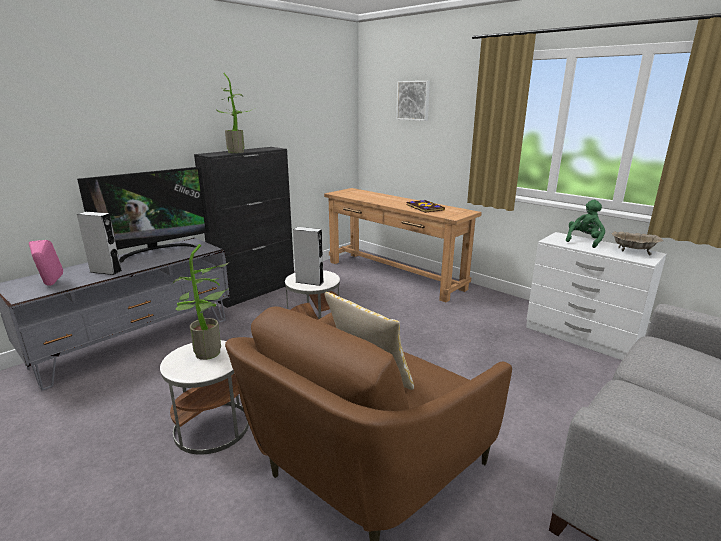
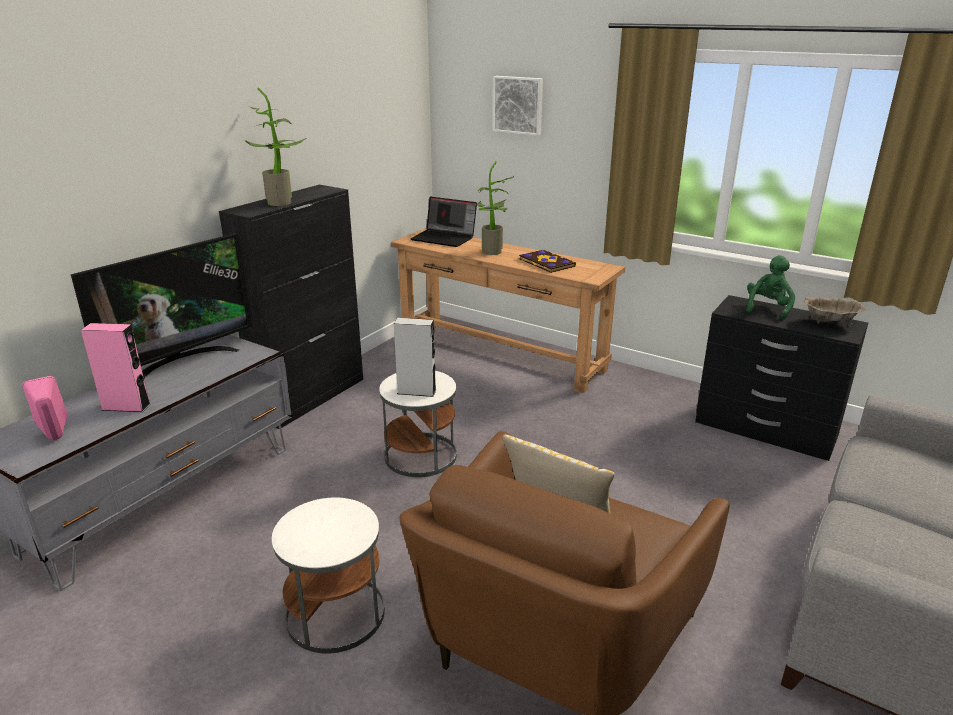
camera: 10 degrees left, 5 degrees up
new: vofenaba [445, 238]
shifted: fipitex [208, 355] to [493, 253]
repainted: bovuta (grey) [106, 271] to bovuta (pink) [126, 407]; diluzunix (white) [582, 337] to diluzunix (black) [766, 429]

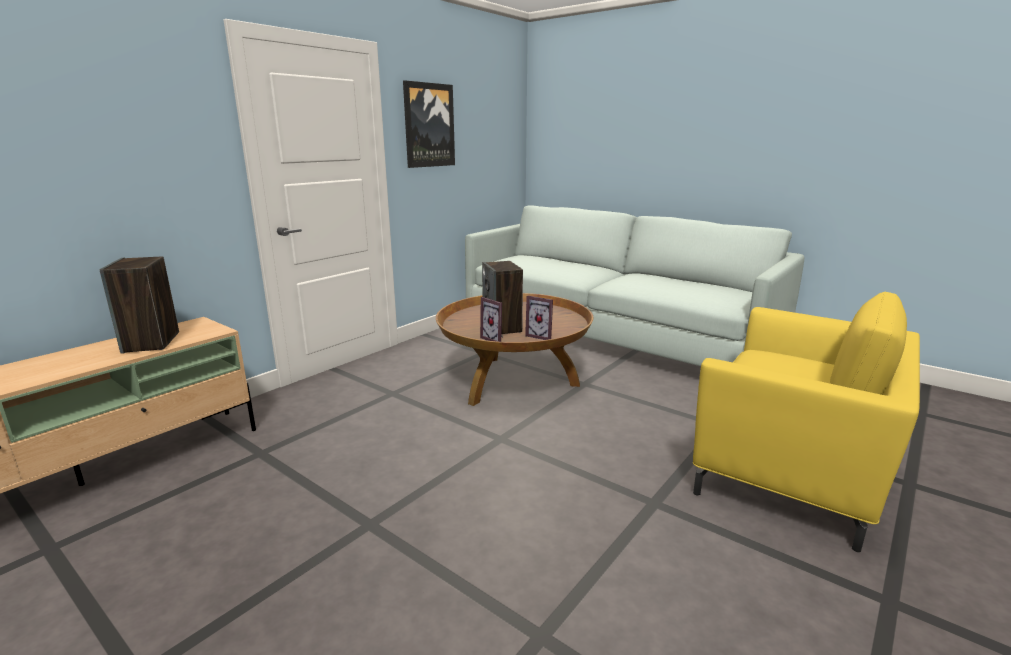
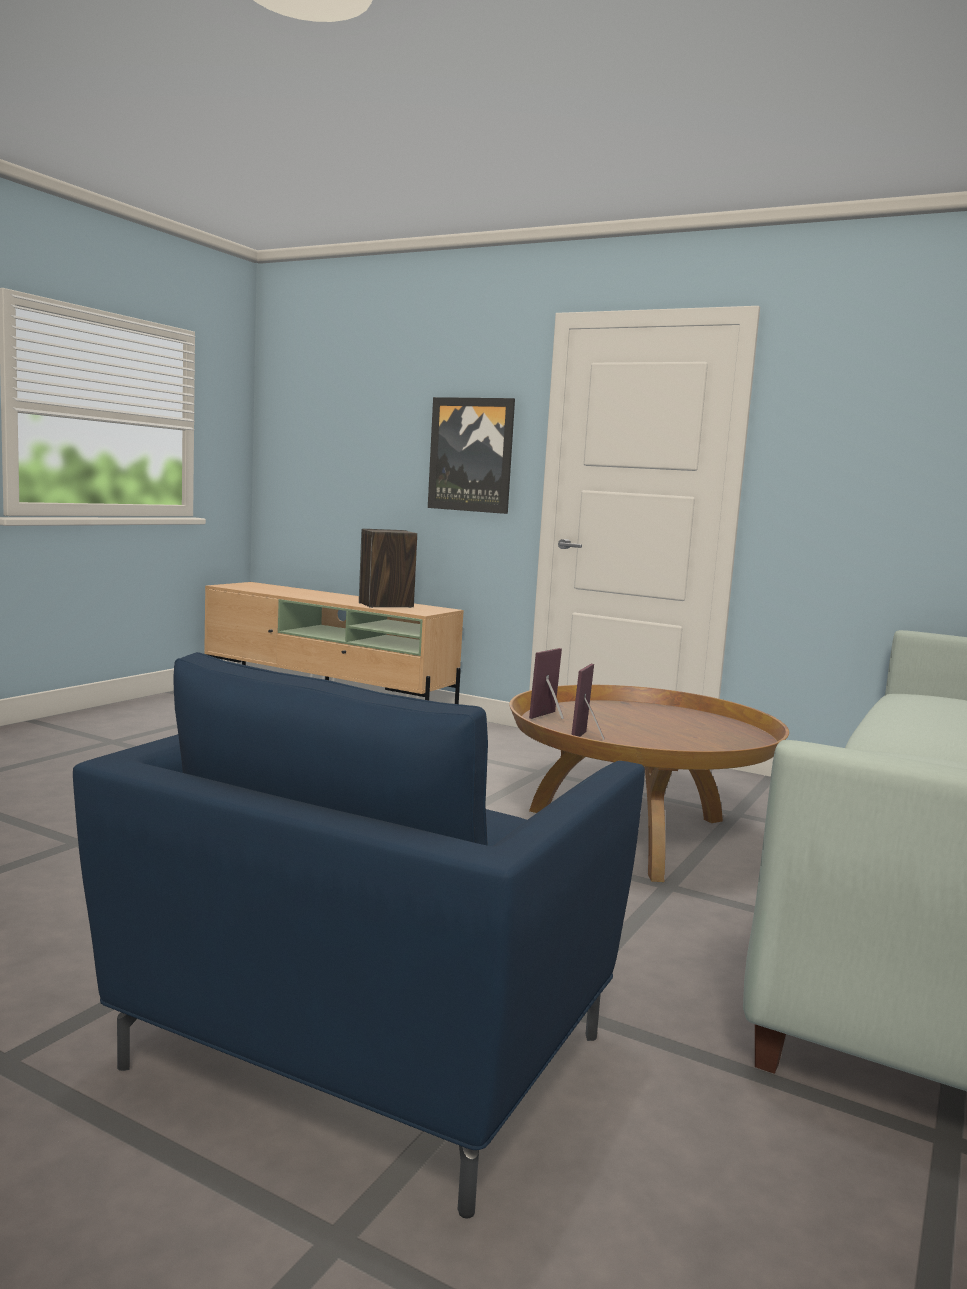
camera: 80 degrees right, 10 degrees down
gone: bovuta [502, 327]
shifted: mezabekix [429, 125] to [471, 455]
repainted: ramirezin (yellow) [793, 476] to ramirezin (blue) [360, 1054]

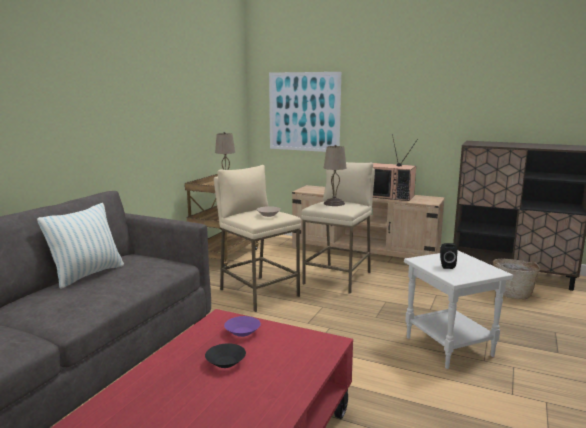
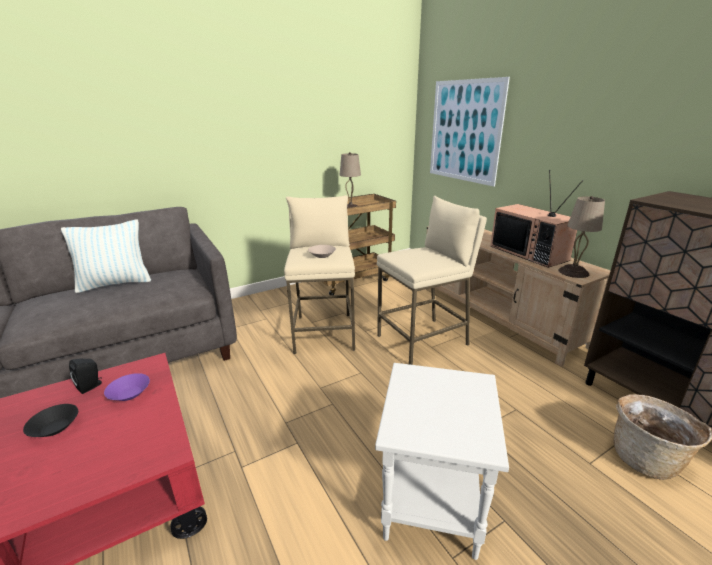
camera: 35 degrees right, 10 degrees up
shifted: bovuta (black) [446, 266] to [91, 386]; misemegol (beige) [334, 203] to [573, 272]

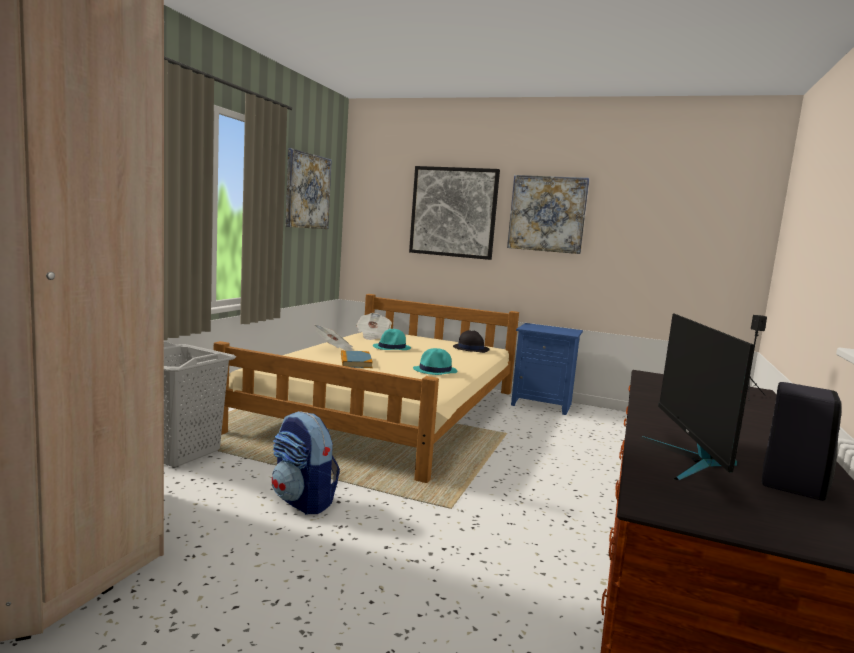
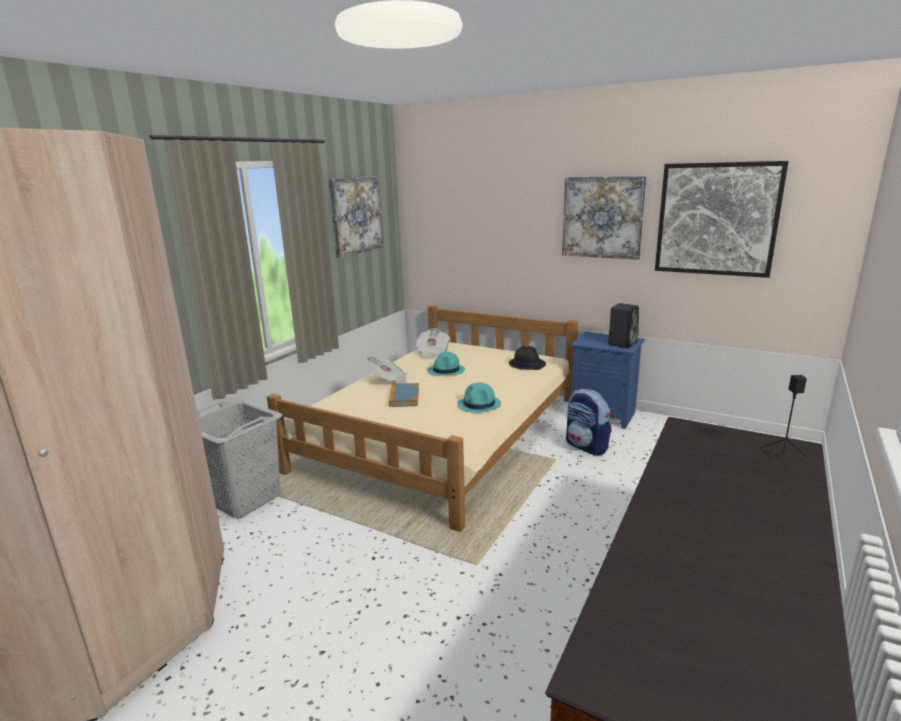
camera: 10 degrees right, 10 degrees up
gone: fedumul [690, 460]
shifted: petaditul [303, 501] to [587, 446]; bovuta (black) [791, 483] to [622, 343]; mezabekix [453, 212] to [716, 219]

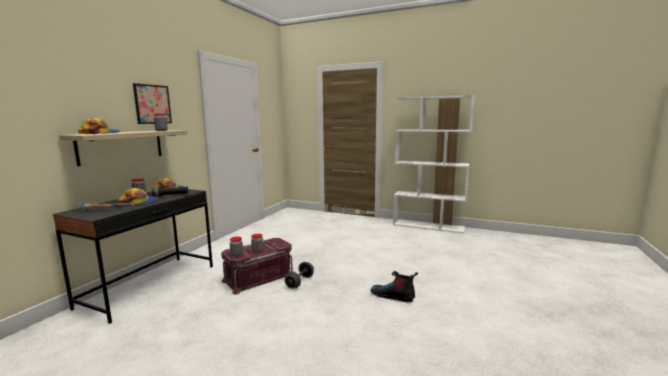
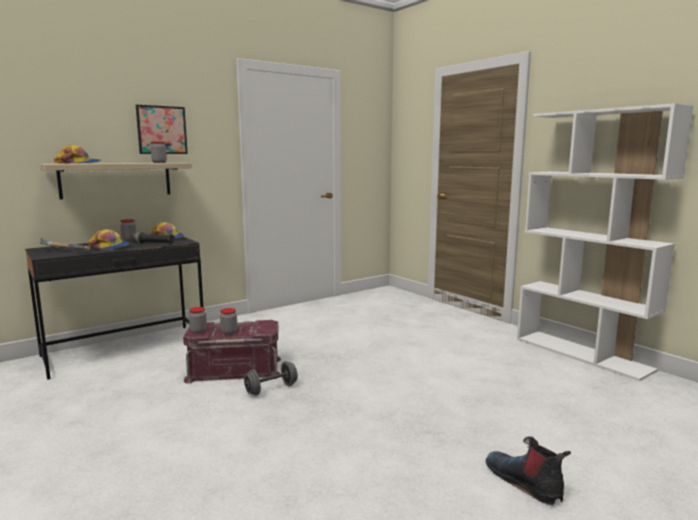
camera: 30 degrees right, 0 degrees up
shifted: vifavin [393, 296] to [524, 482]

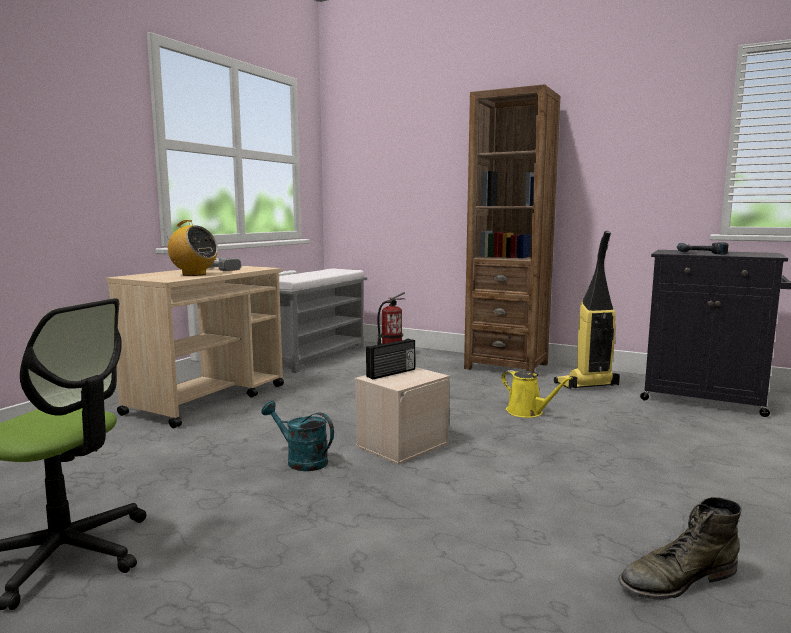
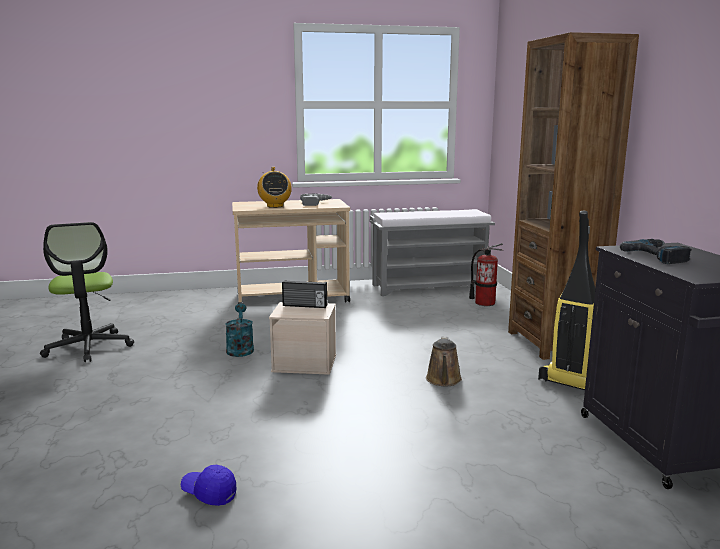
camera: 50 degrees right, 5 degrees up
swapped: vifavin (green) [676, 579] to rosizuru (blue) [209, 493]
repainted: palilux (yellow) [527, 412] to palilux (brown) [443, 380]

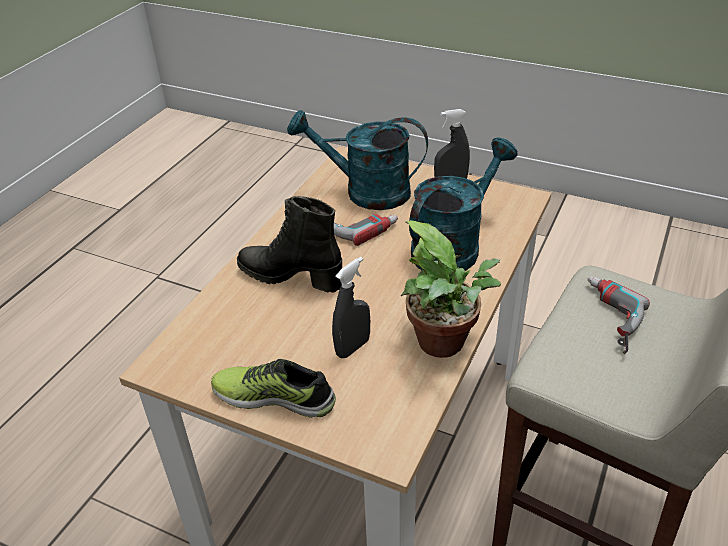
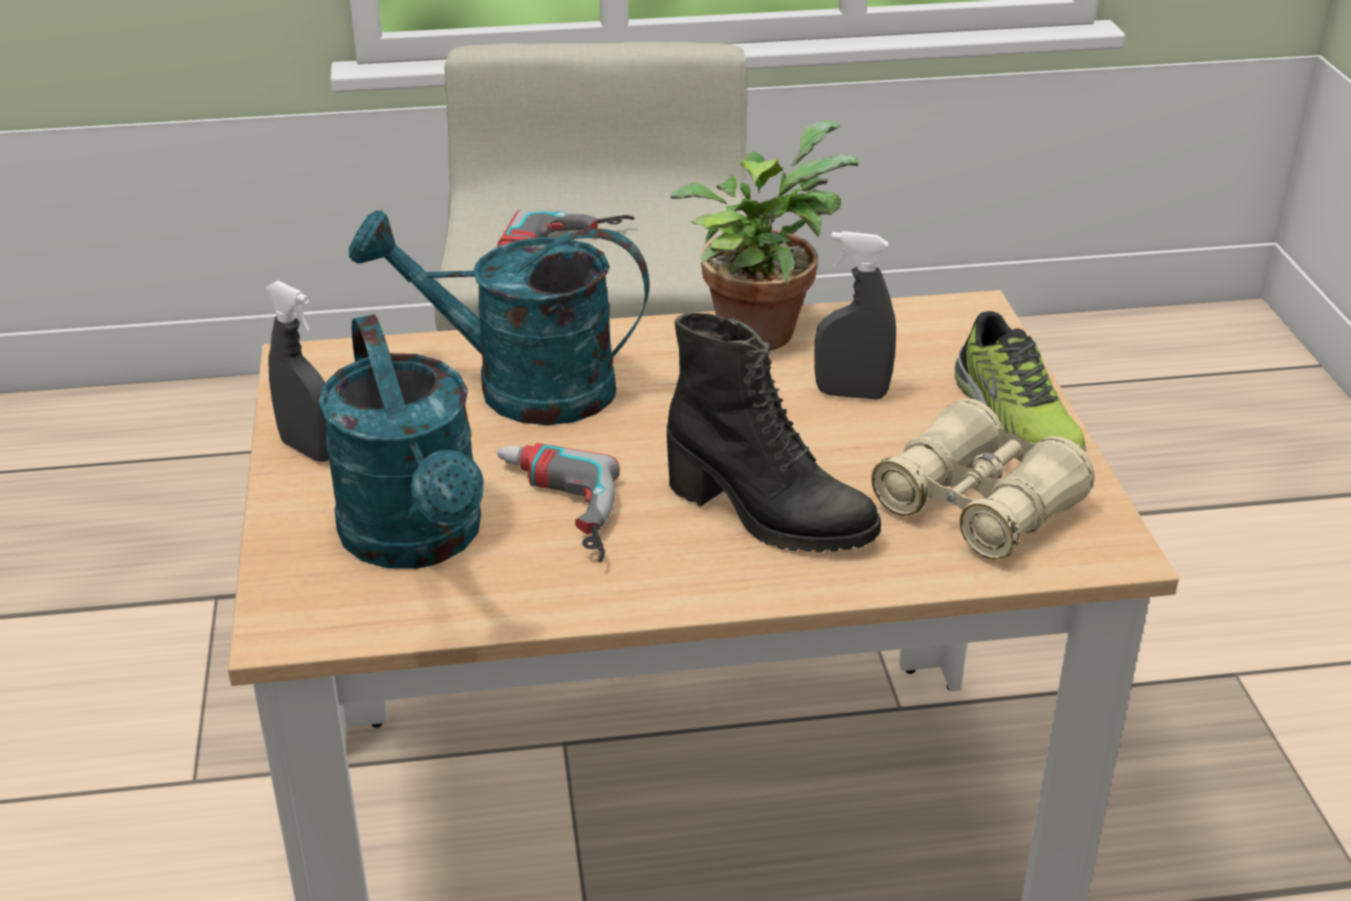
camera: 125 degrees left, 5 degrees down
new: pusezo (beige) [977, 506]
rotated: vifavin (black) [291, 276] = [768, 516] 45 degrees counterclockwise

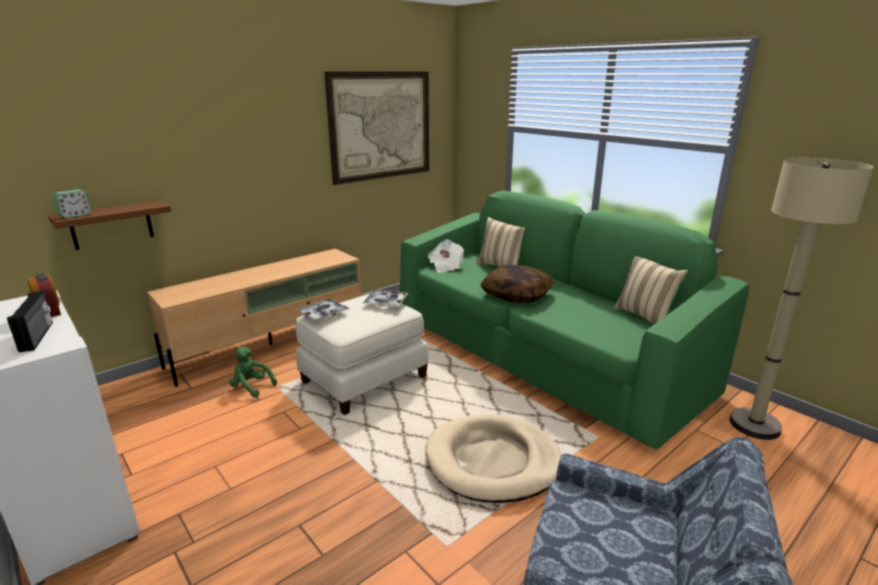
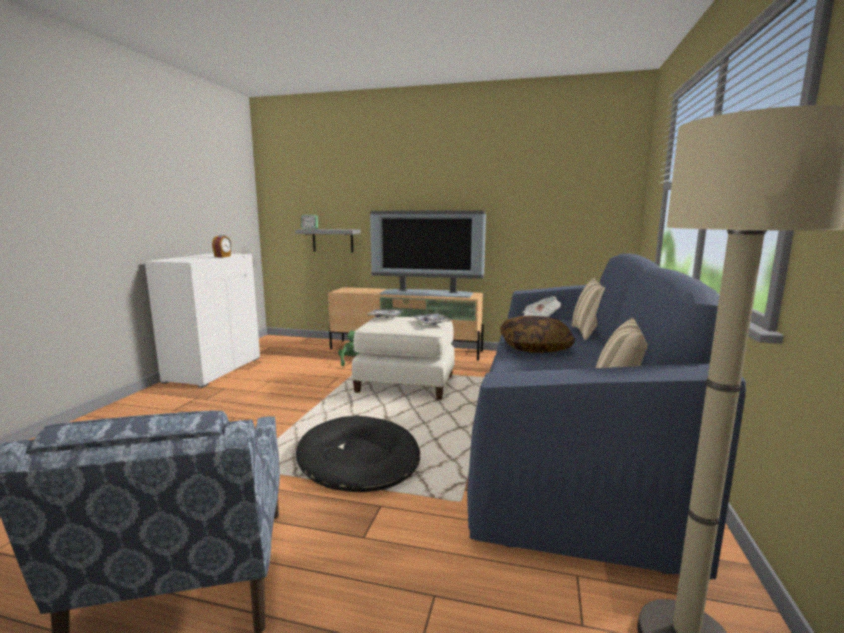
camera: 55 degrees right, 10 degrees down
gone: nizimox [38, 336]; mezabekix [381, 126]
new: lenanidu [427, 293]
repainted: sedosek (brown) [111, 225] to sedosek (grey) [332, 240]; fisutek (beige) [493, 461] to fisutek (black) [358, 458]; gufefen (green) [540, 353] to gufefen (blue) [568, 433]

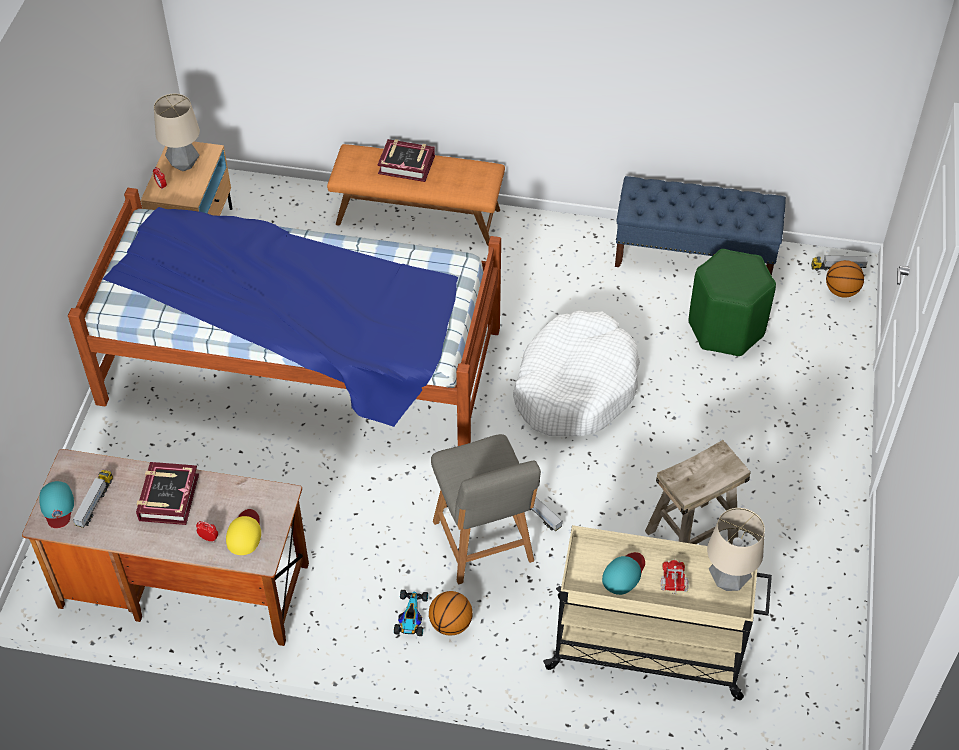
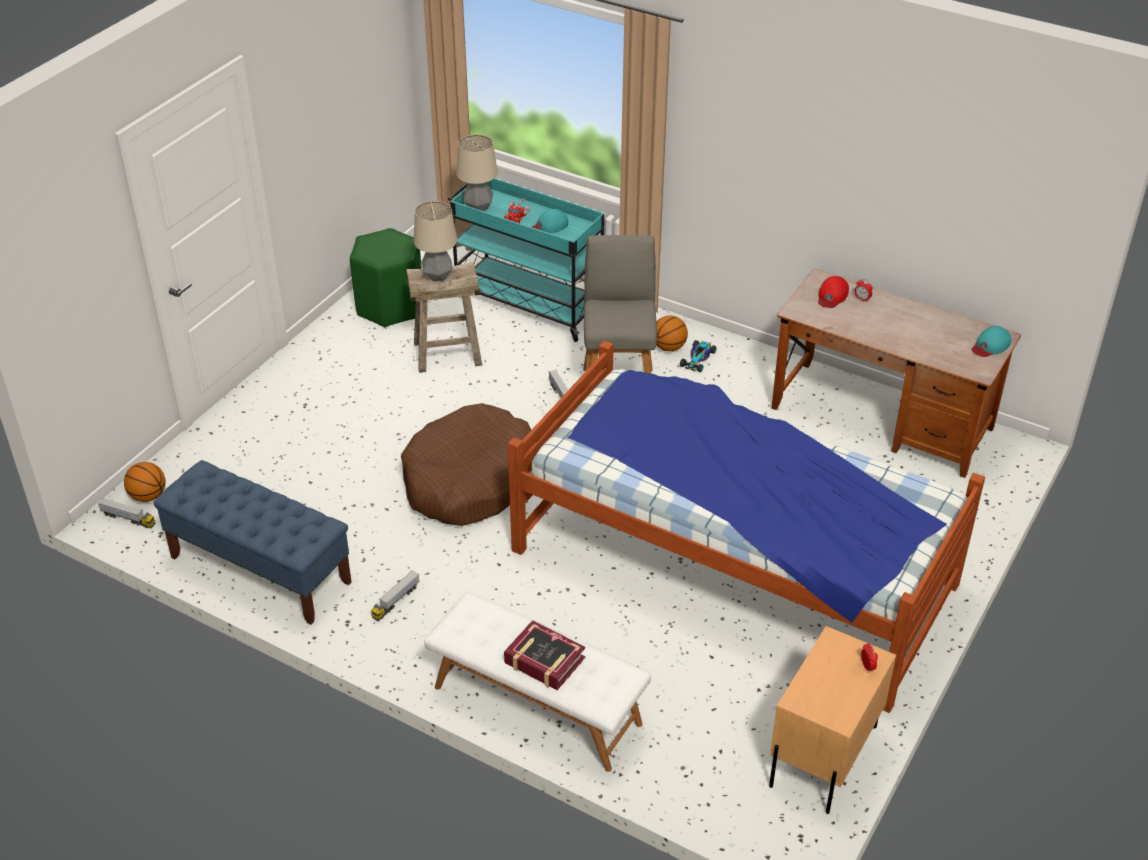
camera: 160 degrees left, 10 degrees down
gone: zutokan [168, 497]
shifted: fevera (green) [725, 329] to [391, 307]; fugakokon [95, 503] to [396, 601]; misemegol [184, 165] to [437, 276]
repainted: fisutek (white) [575, 386] to fisutek (brown) [469, 480]; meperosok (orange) [418, 216] to meperosok (white) [536, 706]; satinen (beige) [650, 648] to satinen (turquoise) [527, 302]; rosizuru (yellow) [244, 533] to rosizuru (red) [832, 296]
rotated: rosizuru (turquoise) [57, 506] = [990, 345] 135 degrees counterclockwise

